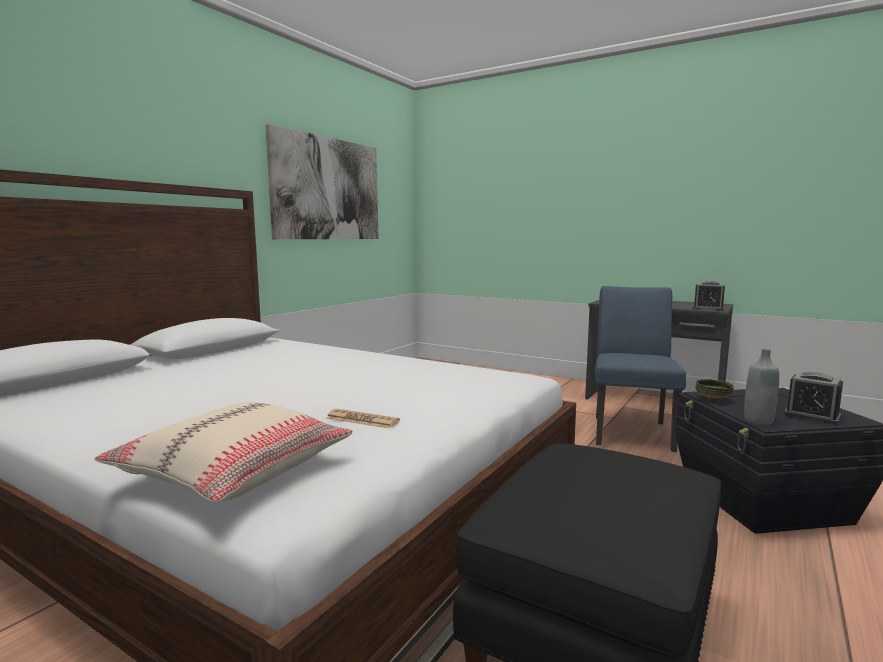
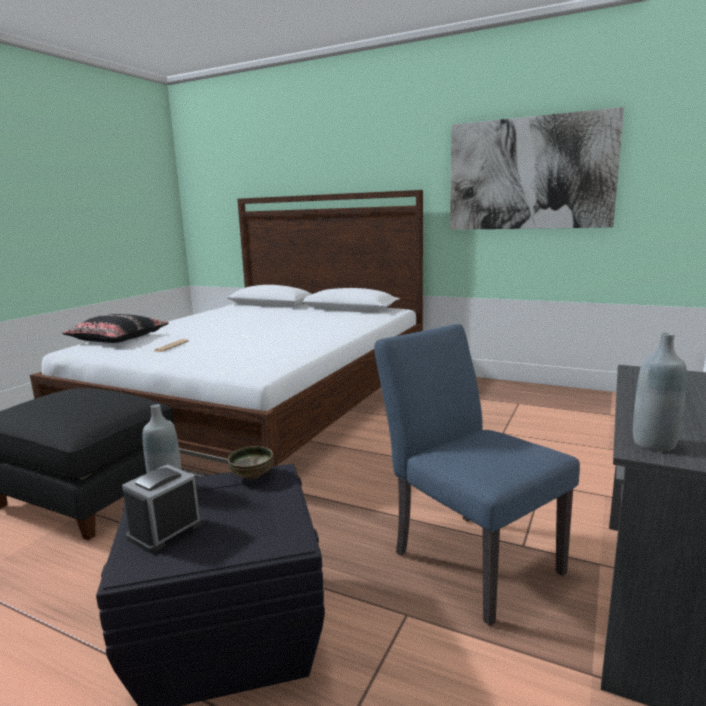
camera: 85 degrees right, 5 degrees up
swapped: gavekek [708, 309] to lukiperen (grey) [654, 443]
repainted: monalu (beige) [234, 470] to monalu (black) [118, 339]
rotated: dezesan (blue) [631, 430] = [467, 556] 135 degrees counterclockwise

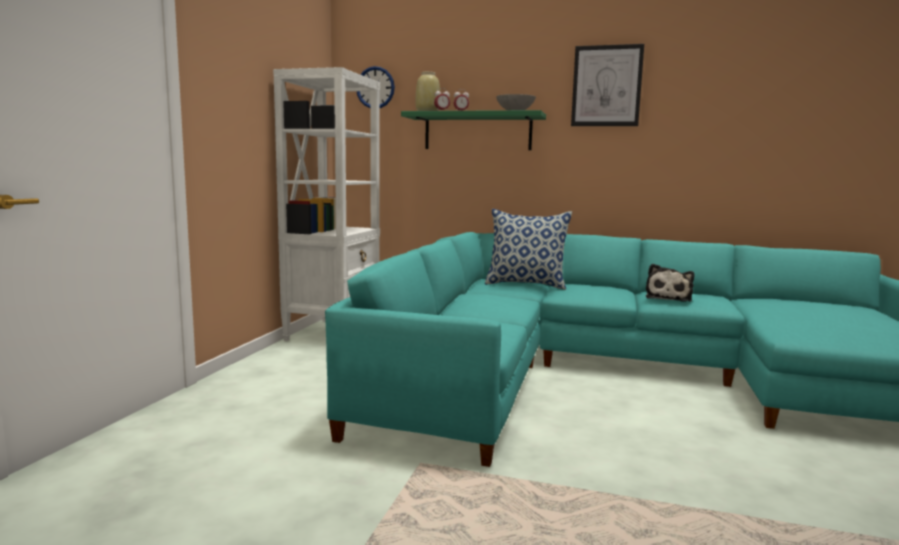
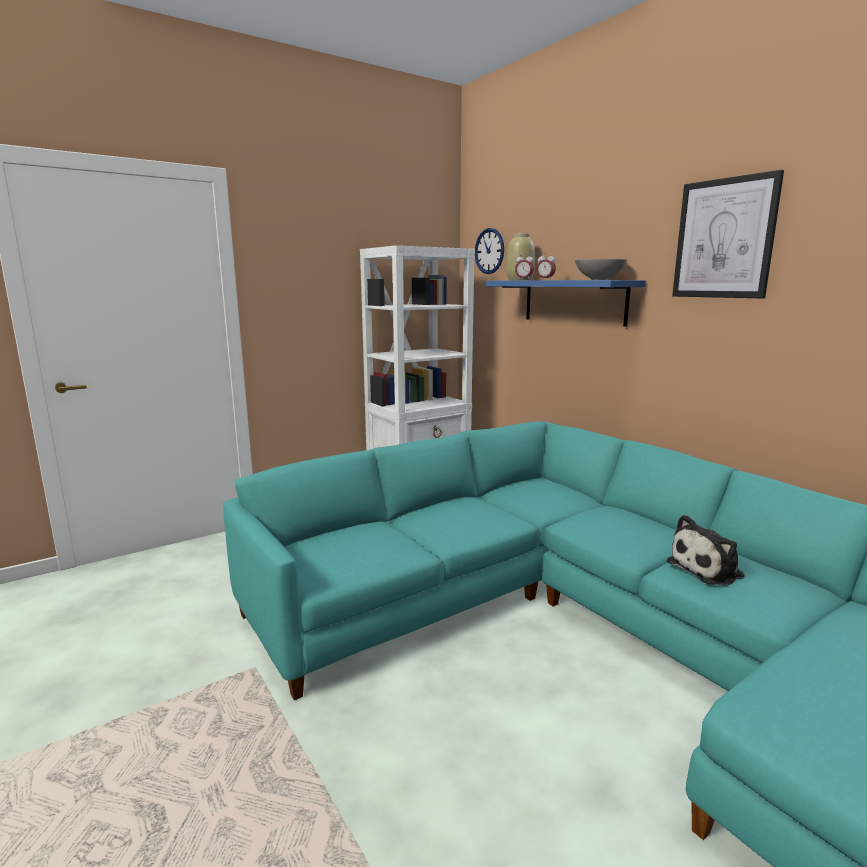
camera: 40 degrees right, 5 degrees up
gone: monalu [526, 284]
repainted: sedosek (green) [477, 132] to sedosek (blue) [573, 301]

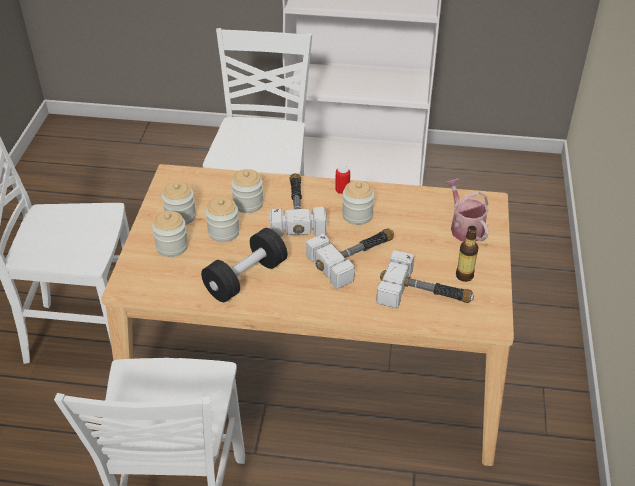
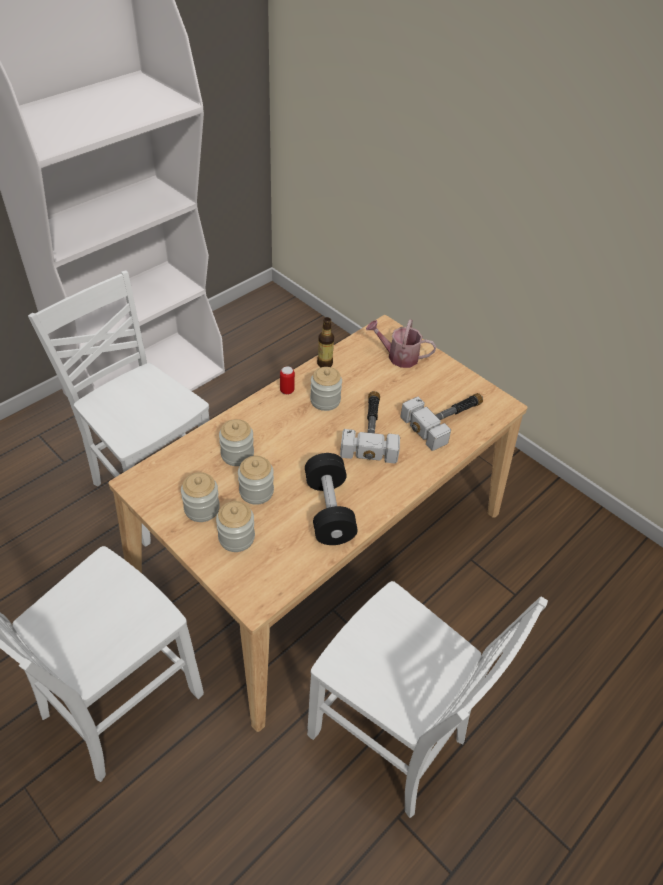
camera: 55 degrees left, 5 degrees up
gone: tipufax [297, 210]
shifted: lukiperen [464, 276] to [324, 363]

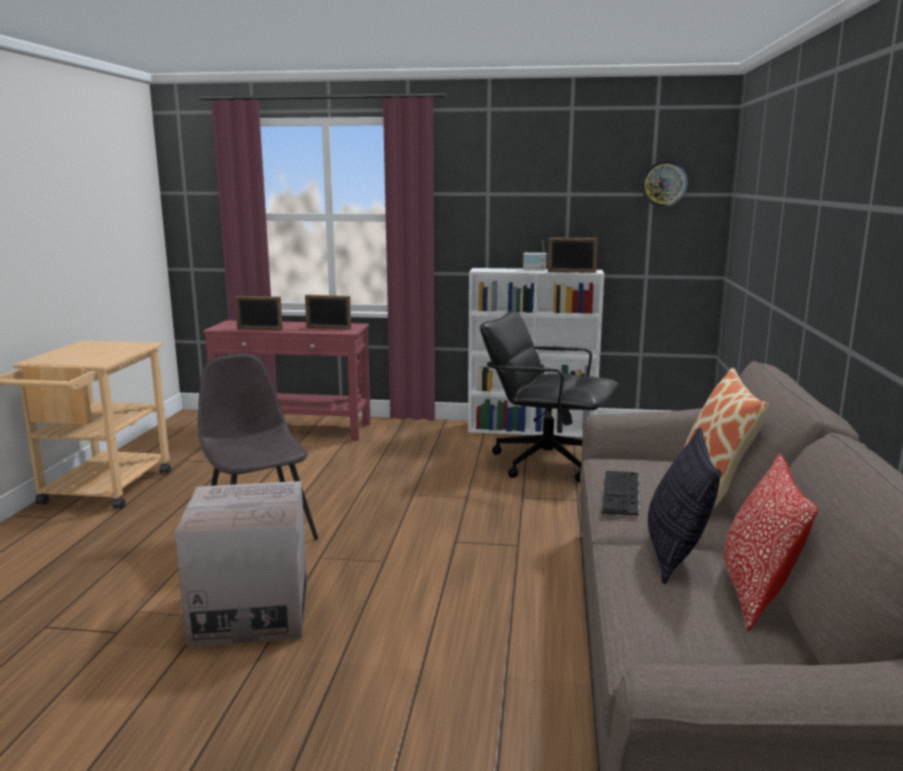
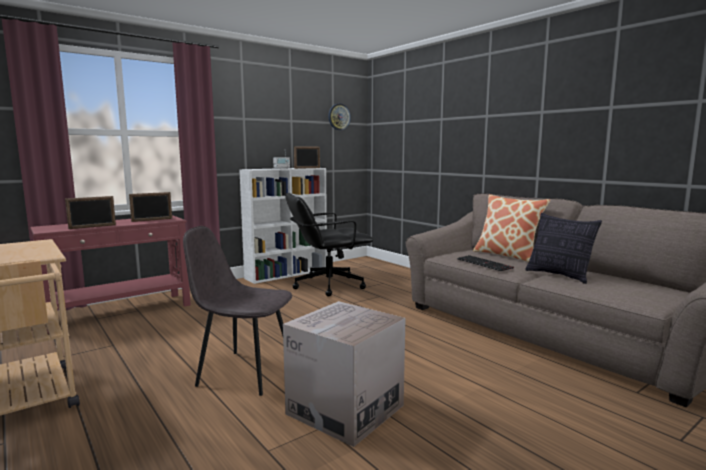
camera: 45 degrees left, 5 degrees down
gone: monalu [756, 594]

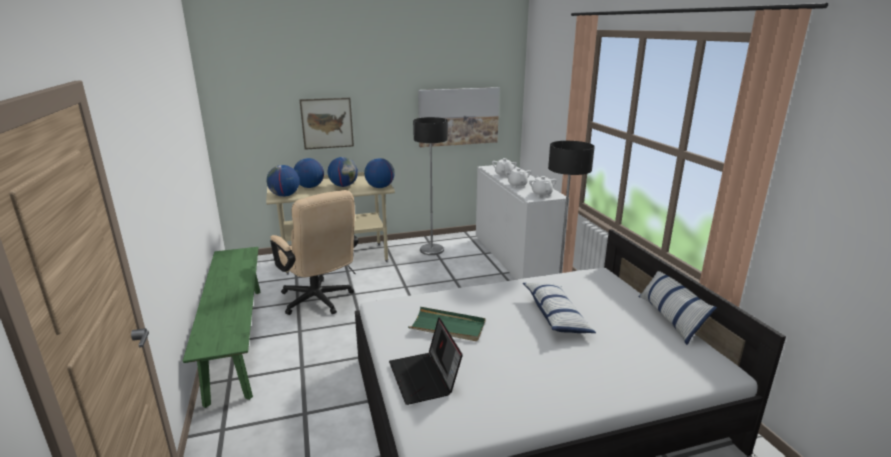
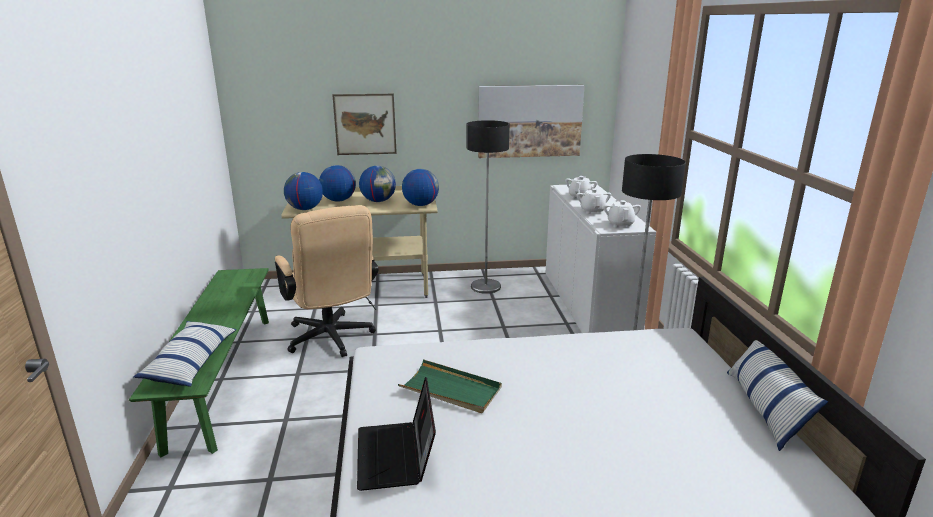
camera: 10 degrees right, 0 degrees up
shifted: monalu [556, 315] to [191, 362]

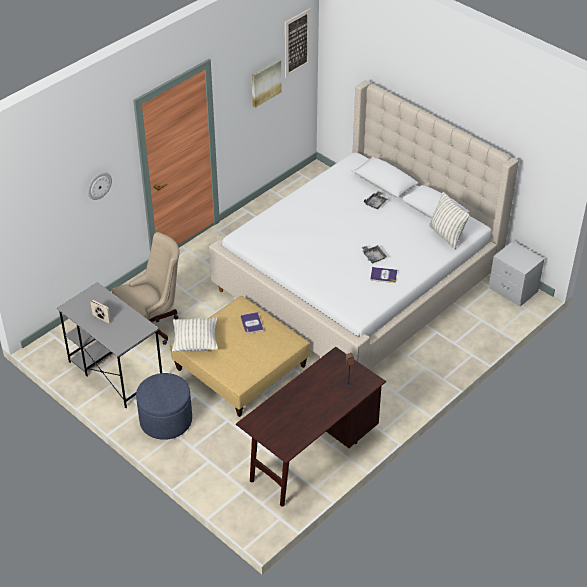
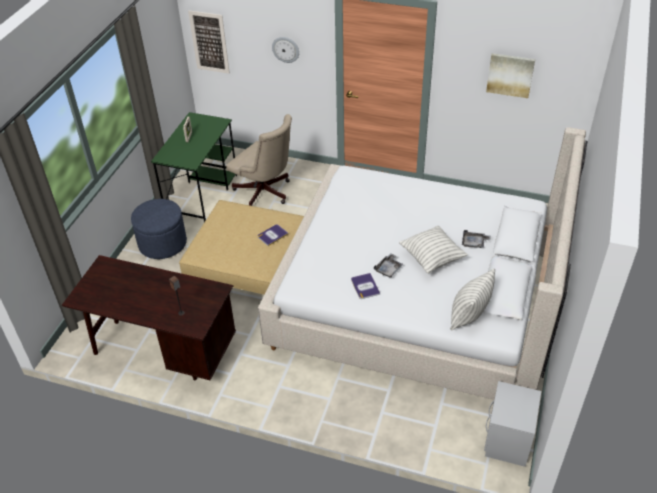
camera: 65 degrees right, 0 degrees up
shifted: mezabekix [297, 43] to [209, 42]; monalu [195, 343] to [432, 258]
repainted: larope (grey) [115, 371] to larope (green) [202, 194]

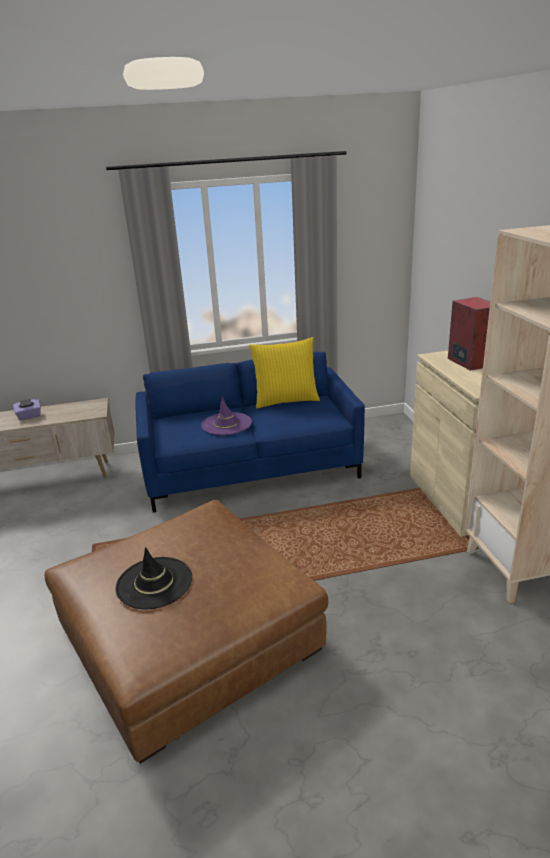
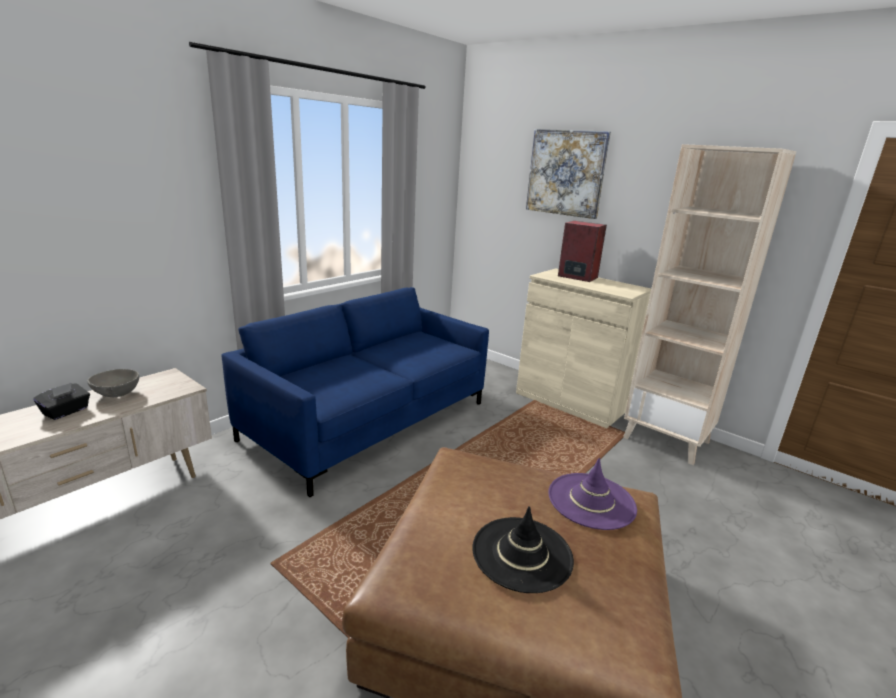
camera: 40 degrees left, 5 degrees down
gone: monalu (yellow) [286, 400]
new: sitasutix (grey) [117, 394]; mezabekix [566, 173]
shifted: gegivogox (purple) [226, 424] to [591, 501]
repainted: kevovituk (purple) [29, 416] to kevovituk (black) [66, 411]

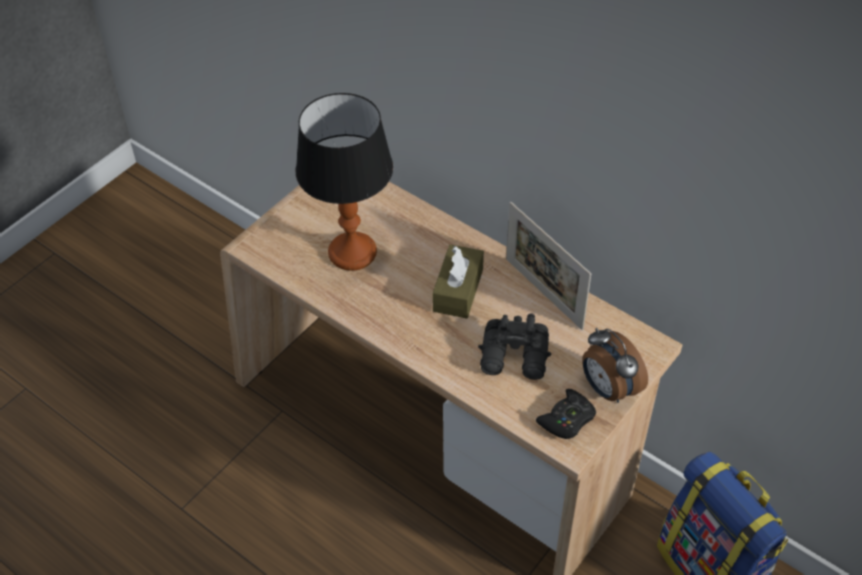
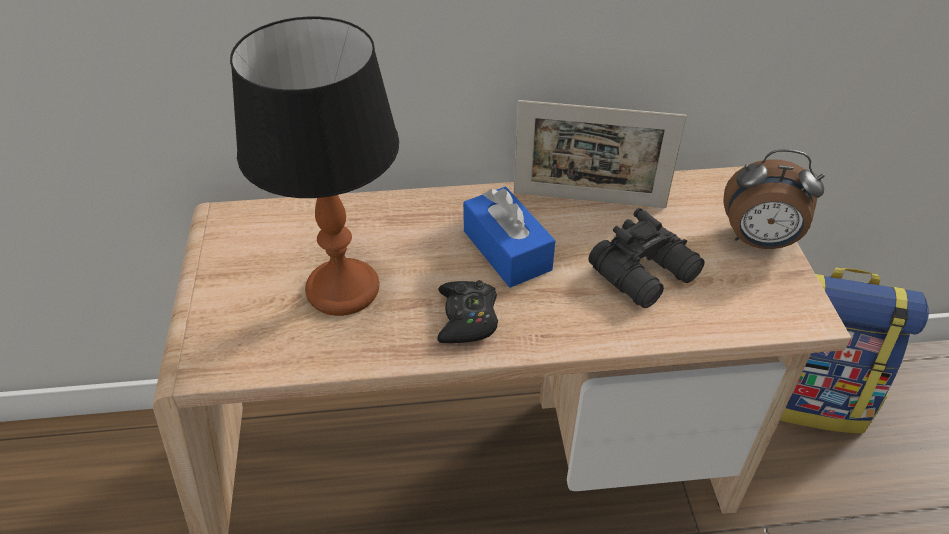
camera: 45 degrees left, 5 degrees down
shifted: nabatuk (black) [567, 419] to [467, 318]
repainted: kevovituk (brown) [458, 290] to kevovituk (blue) [507, 250]

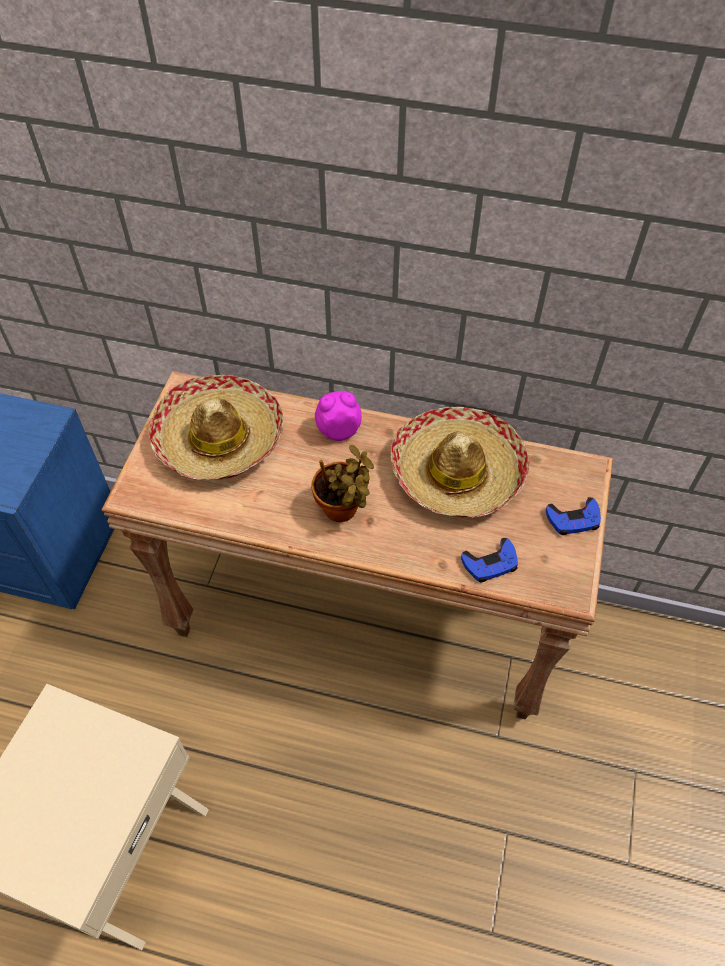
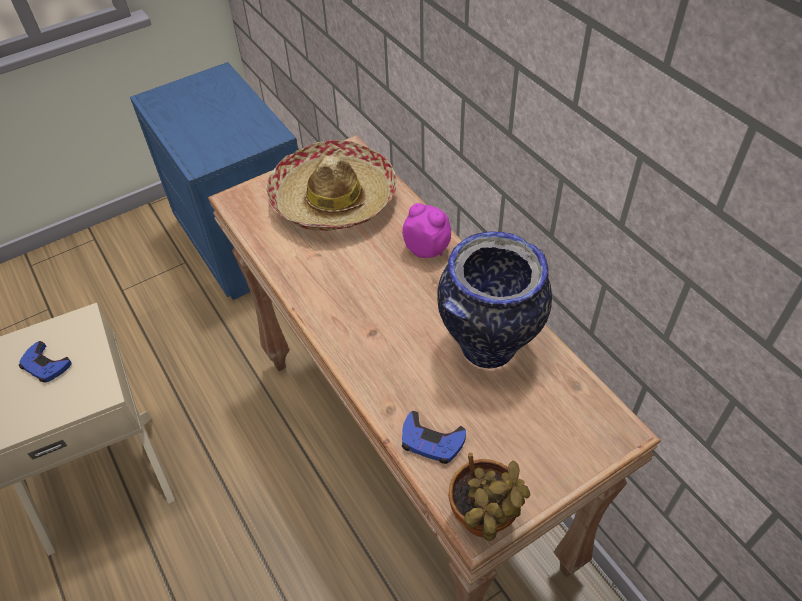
camera: 45 degrees right, 5 degrees down
shifted: nabatuk (blue) [573, 519] to [45, 365]; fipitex [343, 511] to [484, 522]
swapped: gegivogox [457, 472] to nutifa [489, 346]

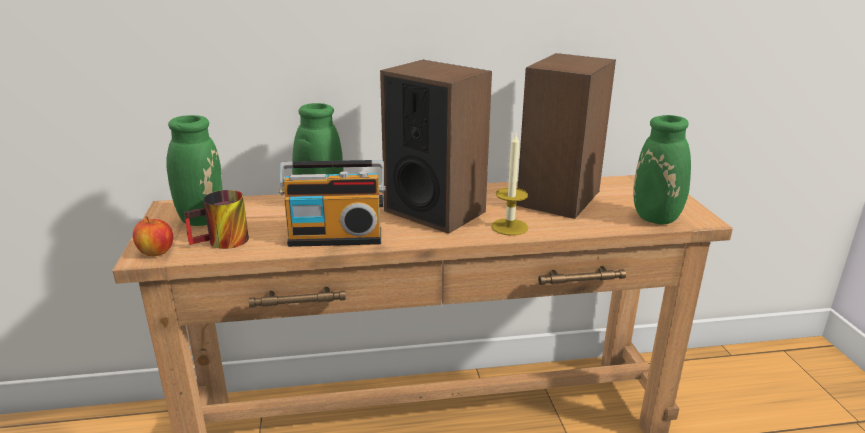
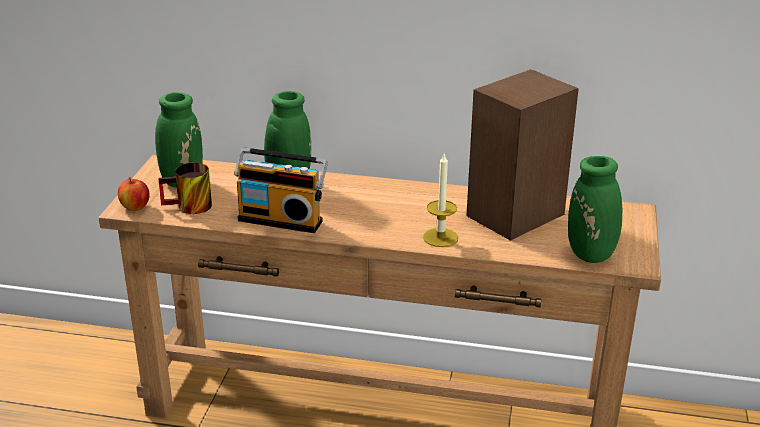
camera: 20 degrees right, 5 degrees up
gone: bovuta [435, 211]

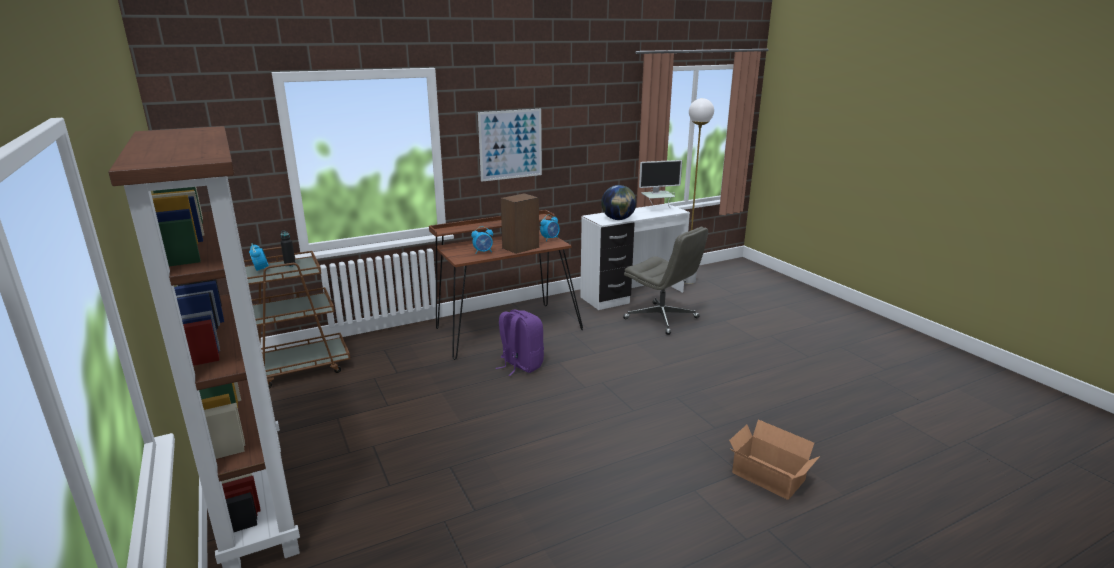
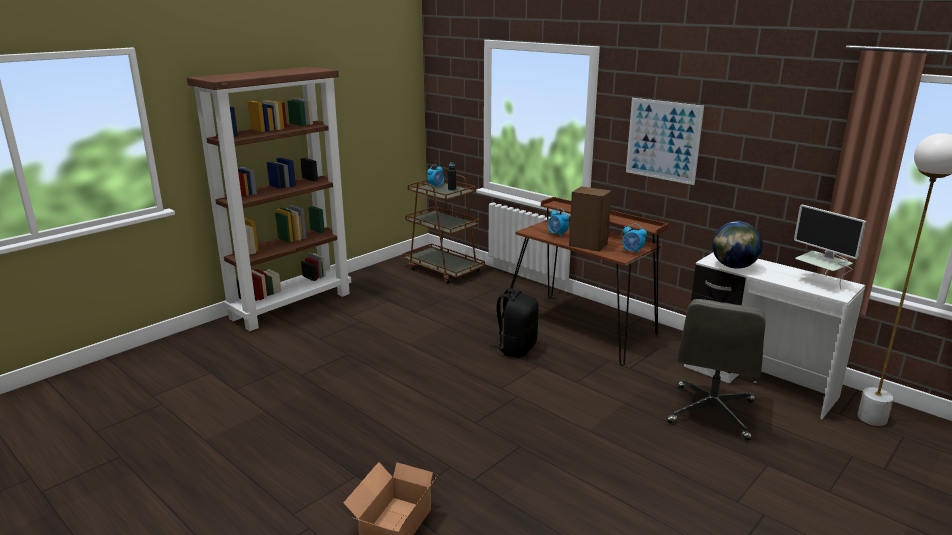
camera: 70 degrees right, 0 degrees up
repainted: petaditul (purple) [520, 365] to petaditul (black) [516, 348]

